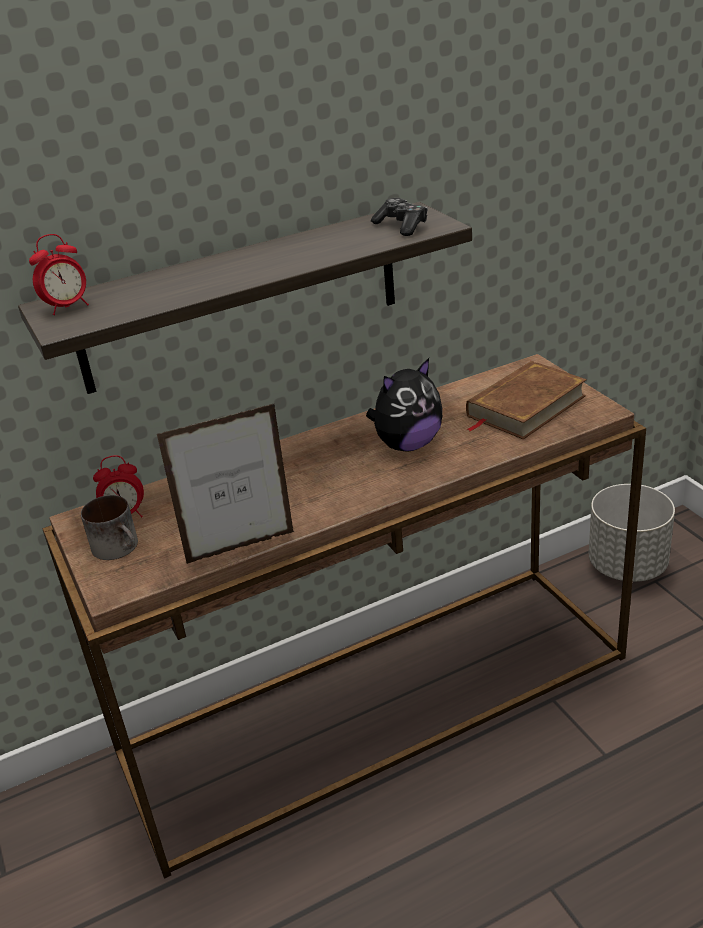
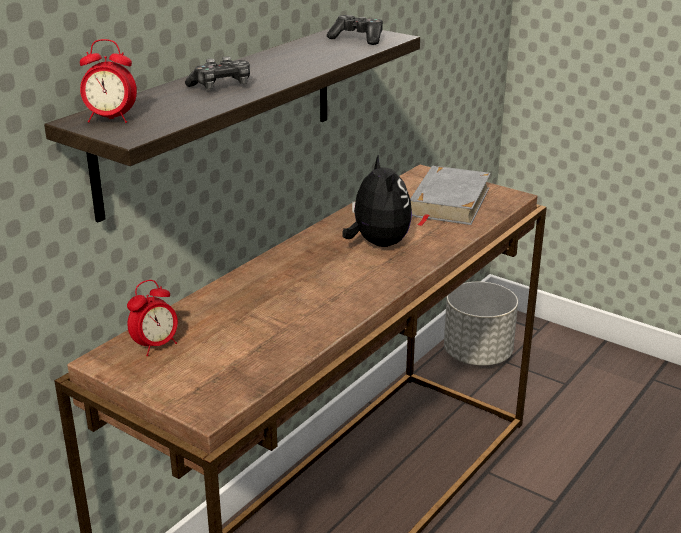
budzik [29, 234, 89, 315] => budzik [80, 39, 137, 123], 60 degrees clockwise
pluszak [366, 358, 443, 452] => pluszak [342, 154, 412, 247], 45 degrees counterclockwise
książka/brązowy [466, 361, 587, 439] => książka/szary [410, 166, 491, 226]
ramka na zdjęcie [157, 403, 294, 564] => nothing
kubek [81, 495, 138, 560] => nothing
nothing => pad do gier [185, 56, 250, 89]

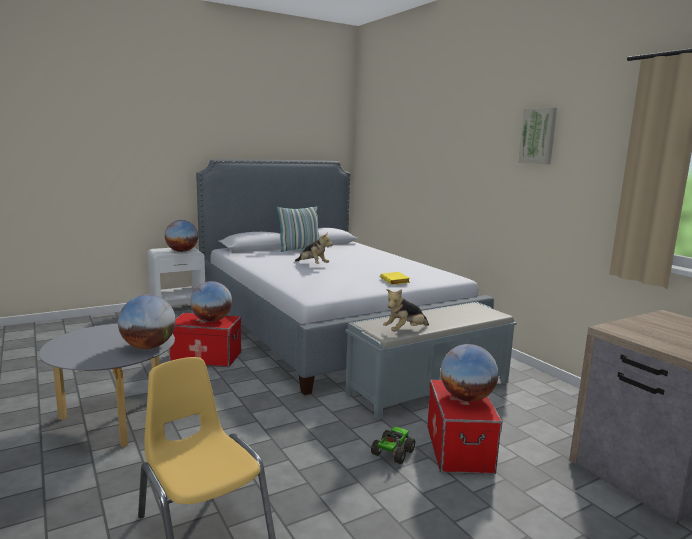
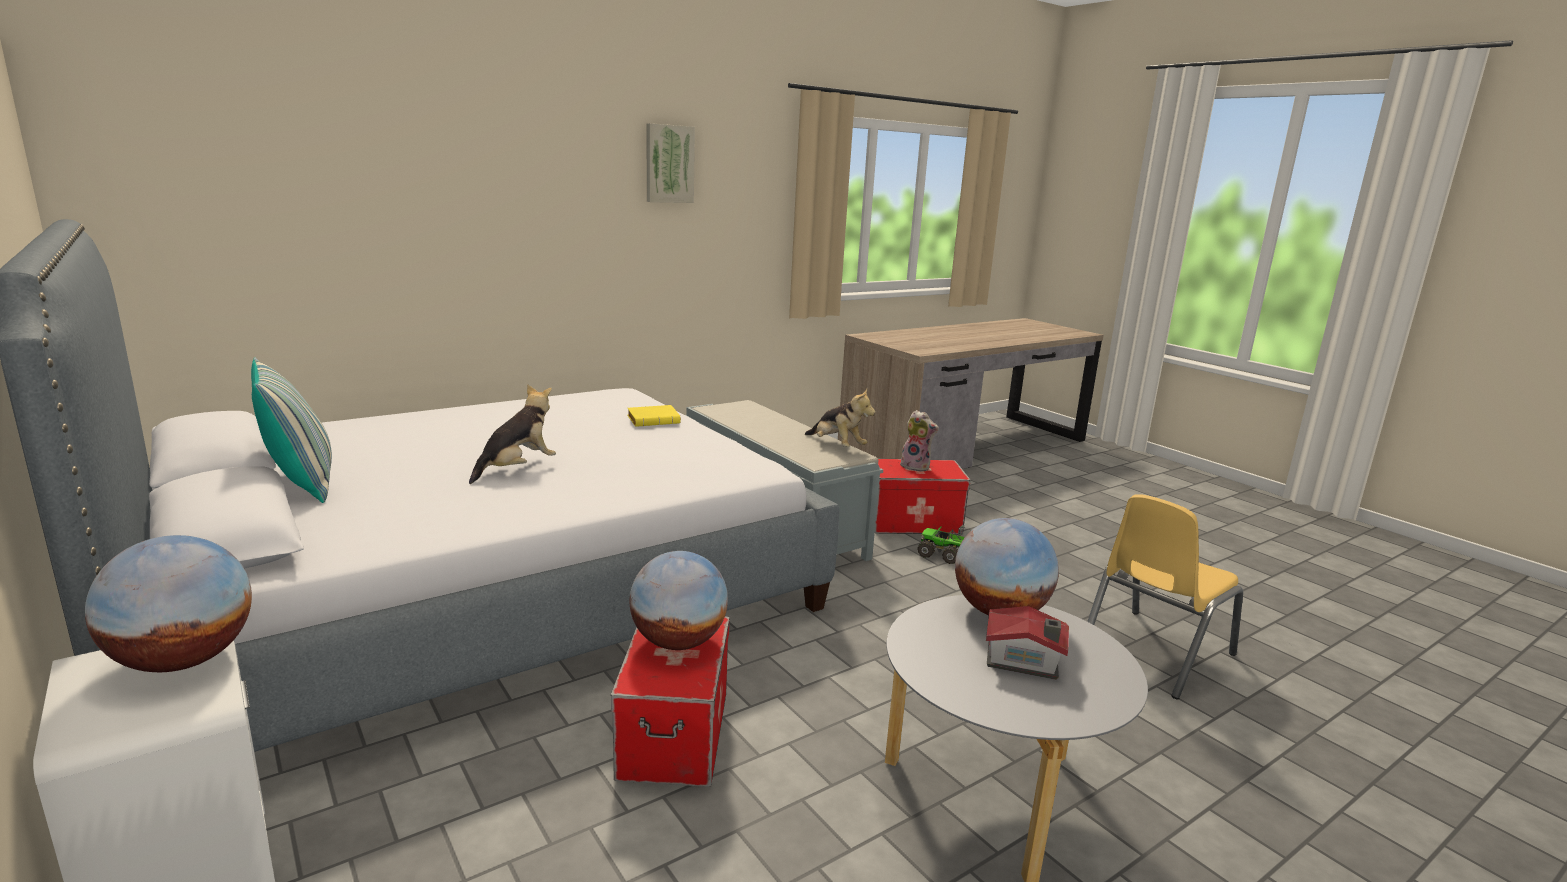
globus [441, 344, 498, 402] => pluszak [900, 410, 939, 472]
nothing => domek [986, 606, 1069, 680]

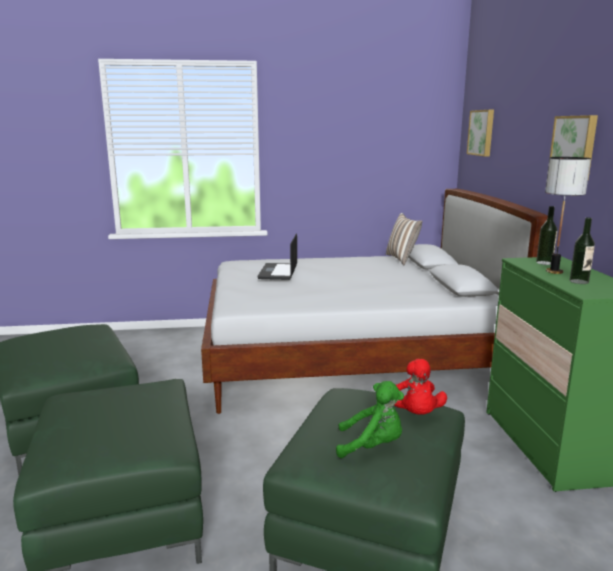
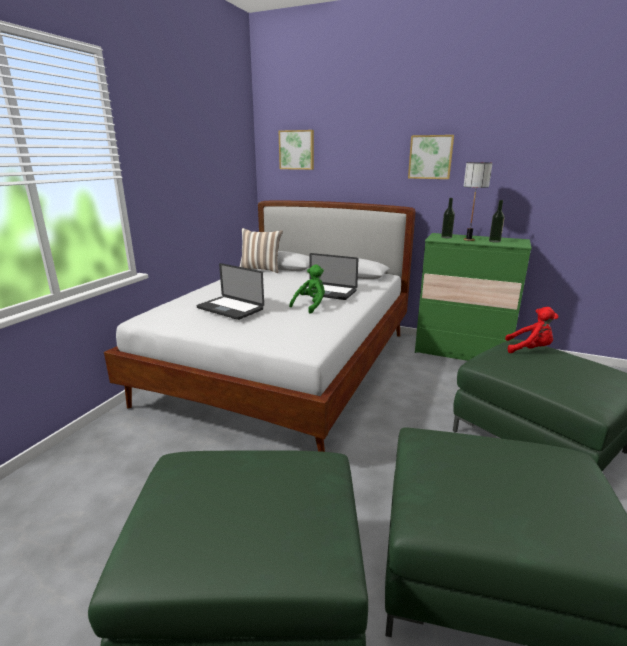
pluszak/zielony [336, 381, 404, 458] => pluszak/zielony [289, 265, 325, 314], move
nothing => laptop [306, 253, 358, 300]

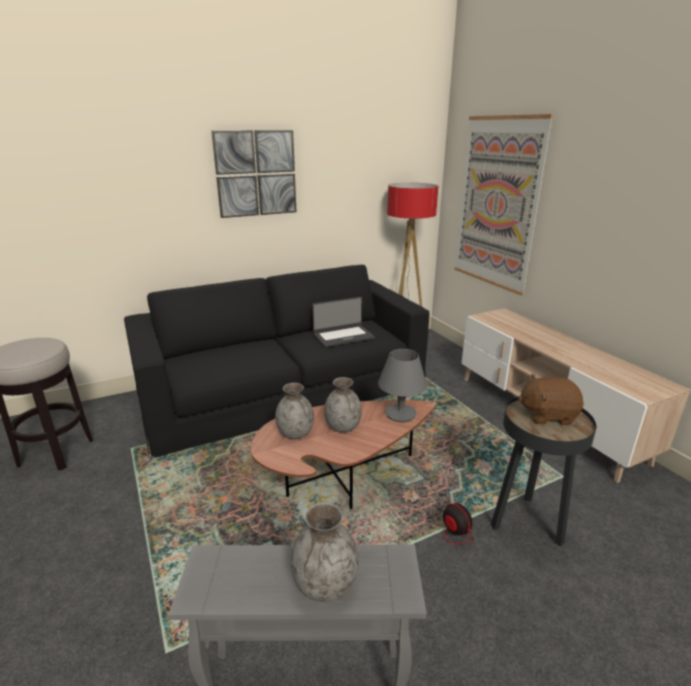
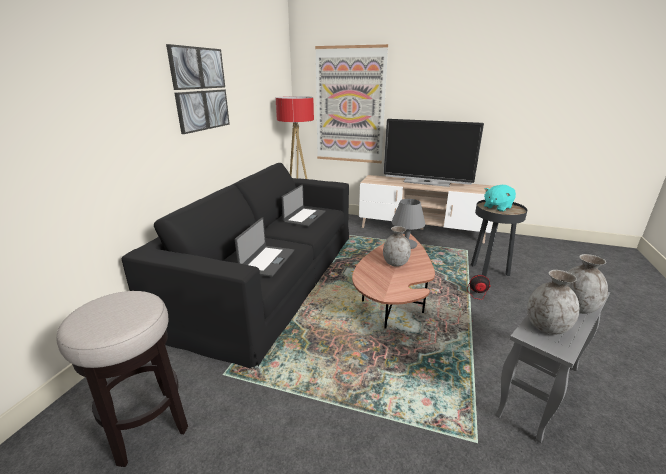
pluszak/brązowy [518, 374, 584, 426] => pluszak/turkusowy [484, 185, 516, 212]
wazon/szary [275, 383, 314, 439] => wazon/szary [527, 270, 579, 335], move
nothing => telewizor [384, 119, 484, 187]
nothing => laptop [235, 217, 294, 277]

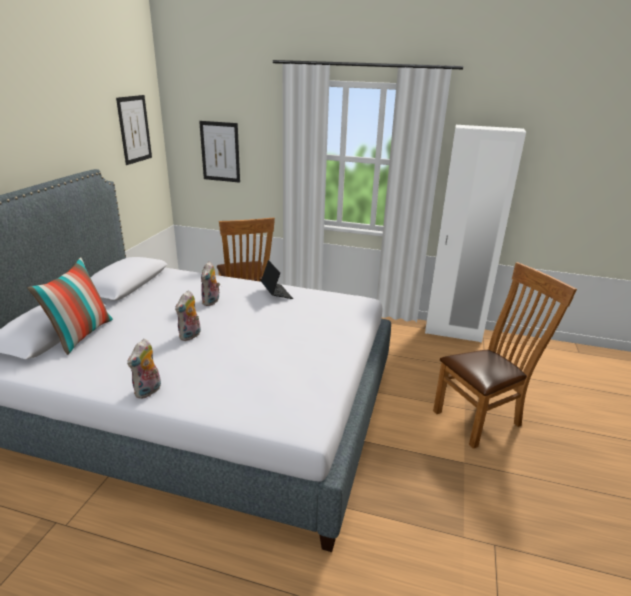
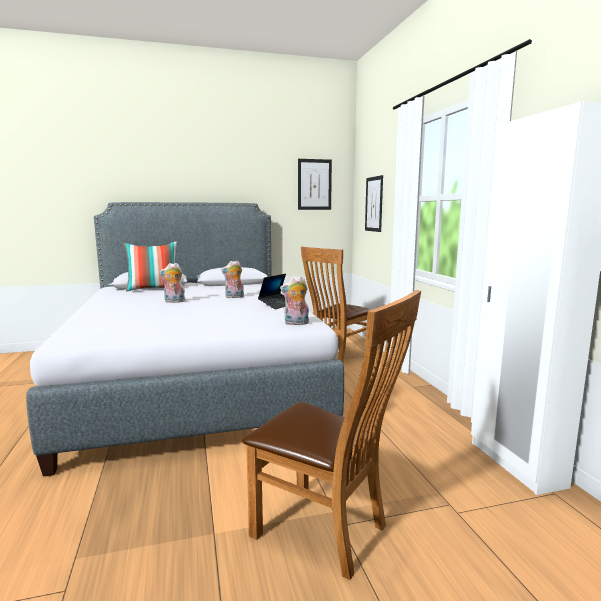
pluszak [127, 339, 161, 399] => pluszak [280, 276, 309, 326], move

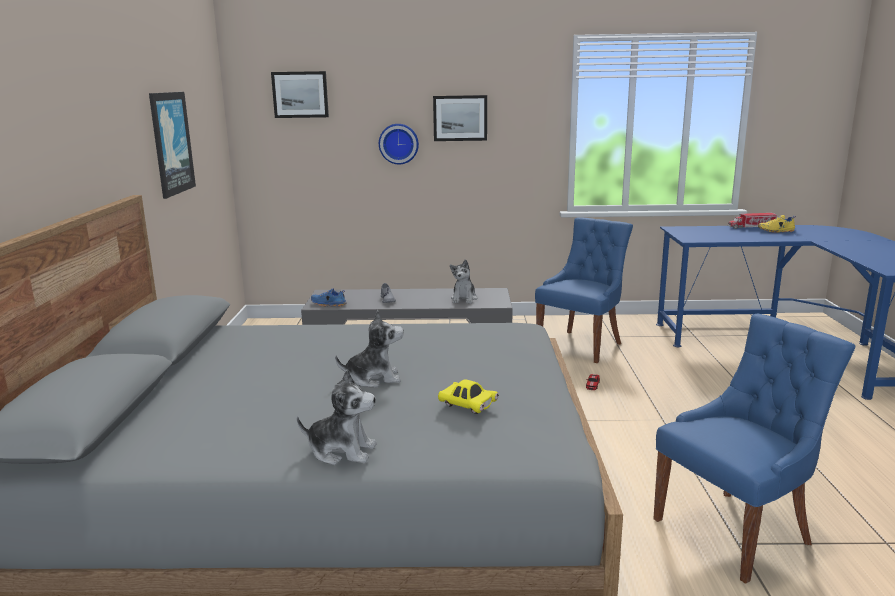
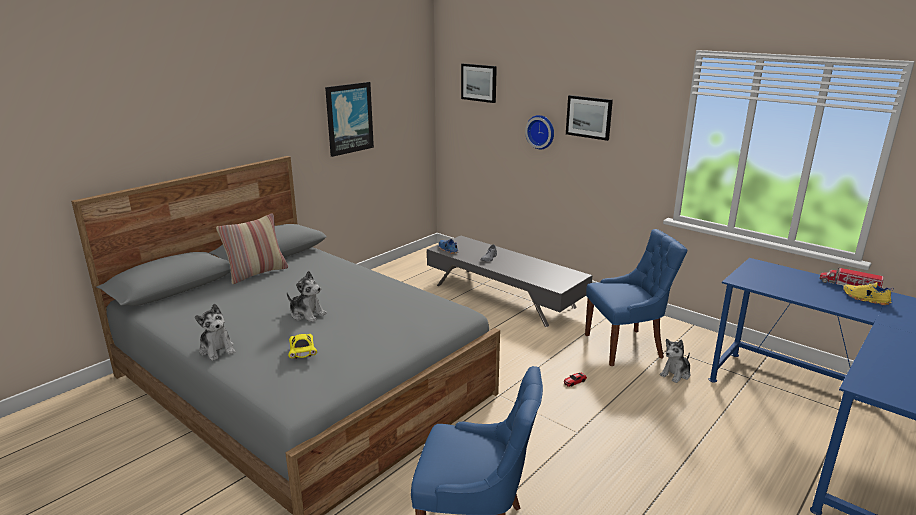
pluszak [450, 259, 477, 303] => pluszak [660, 339, 690, 383], move
nothing => poduszka [216, 213, 288, 284]

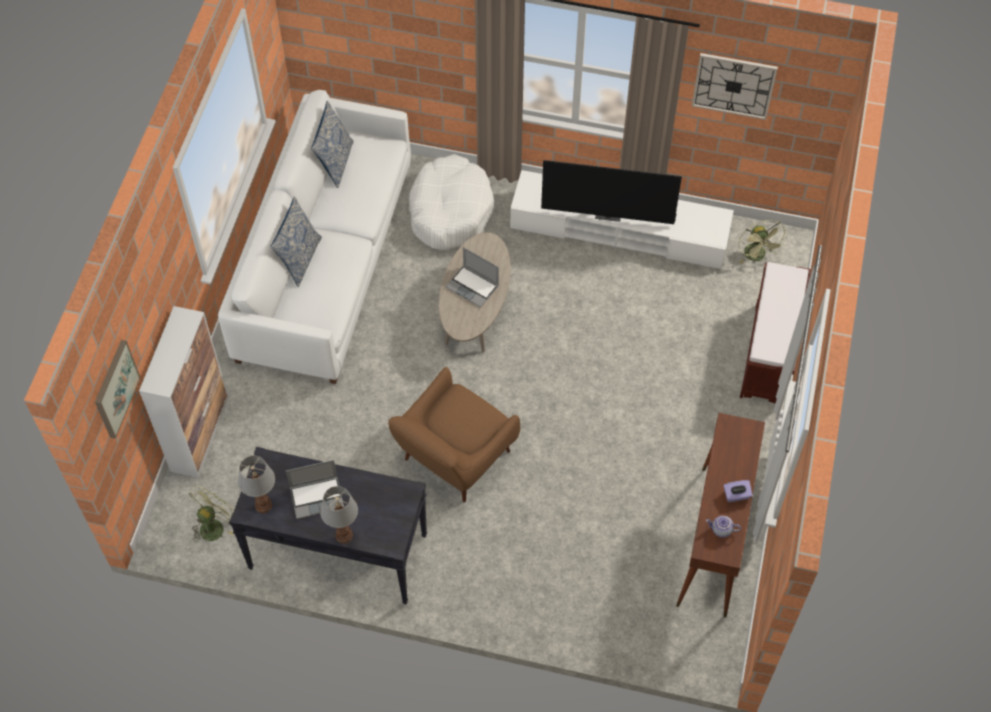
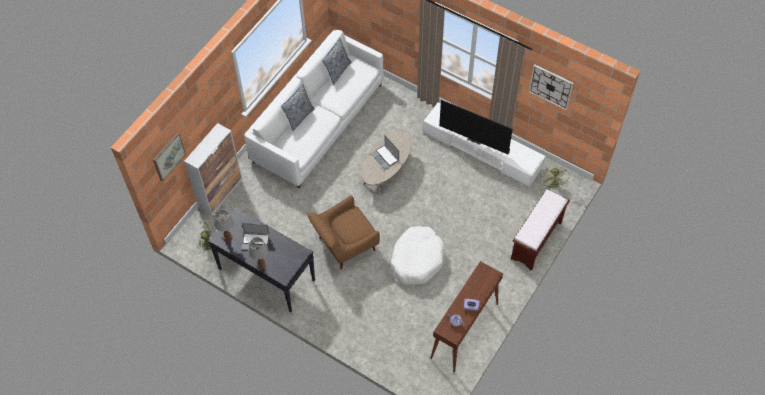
legowisko/biały [409, 154, 495, 250] => legowisko/biały [390, 226, 445, 285], move

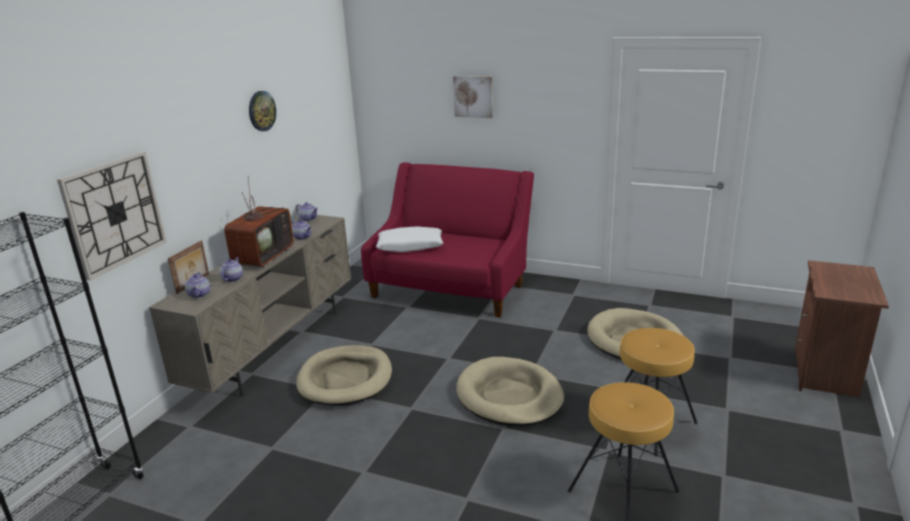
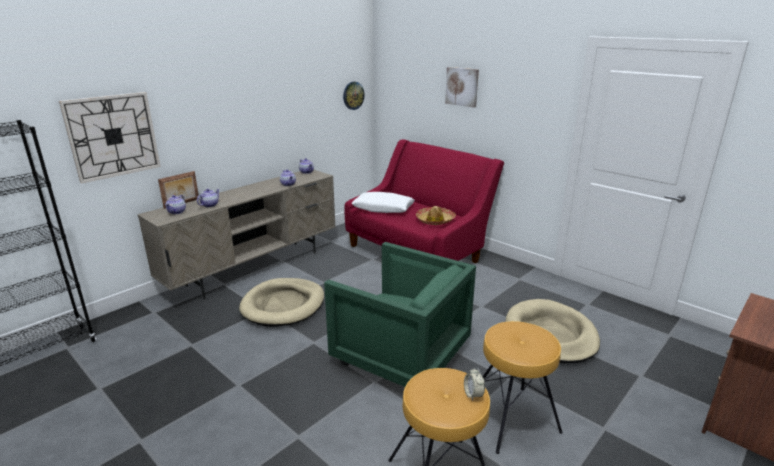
zegar ścienny [249, 91, 276, 131] => zegar ścienny [343, 82, 365, 110], move
telewizor [224, 176, 294, 267] => nothing
legowisko/beżowy [456, 357, 564, 426] => fotel/zielony [324, 242, 476, 387]
nothing => kapelusz [416, 206, 456, 225]
nothing => budzik [464, 368, 485, 401]

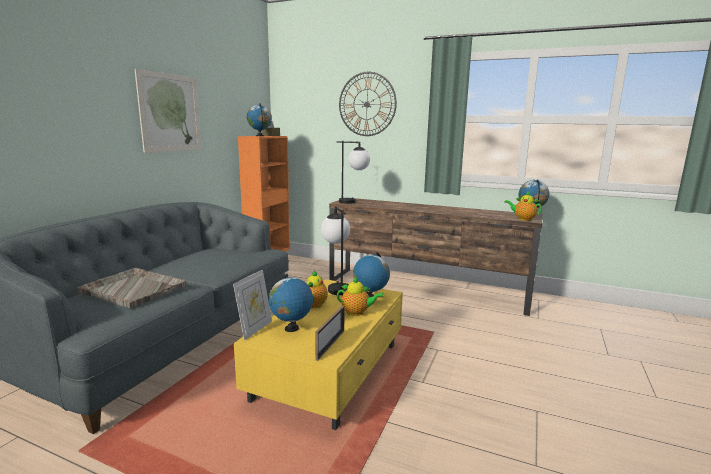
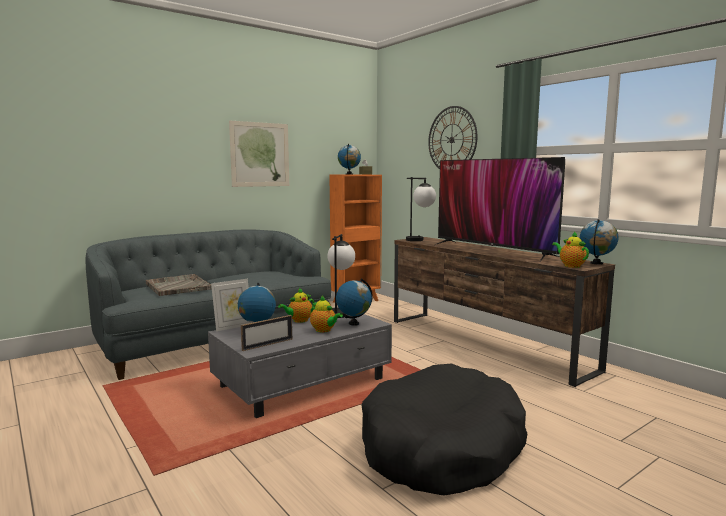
ława/żółty [234, 279, 403, 430] => ława/szary [208, 307, 392, 418]
nothing => telewizor [435, 157, 565, 262]
nothing => legowisko/czarny [362, 363, 527, 496]

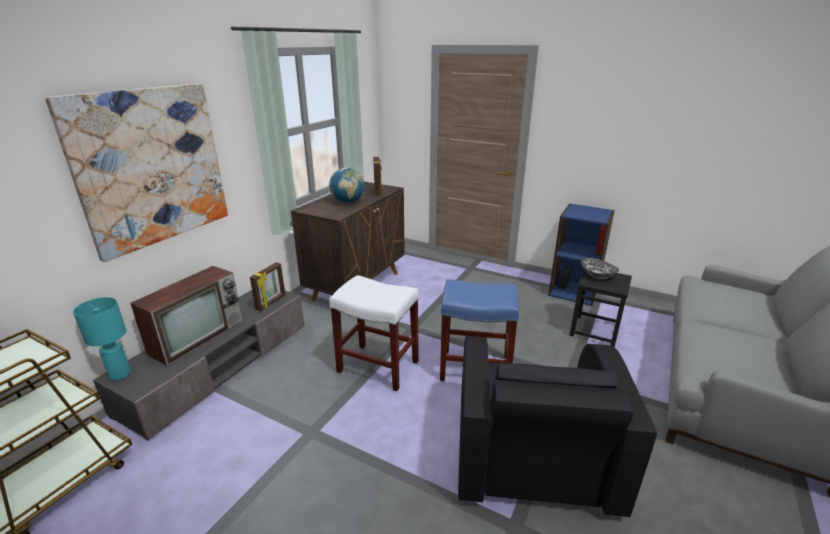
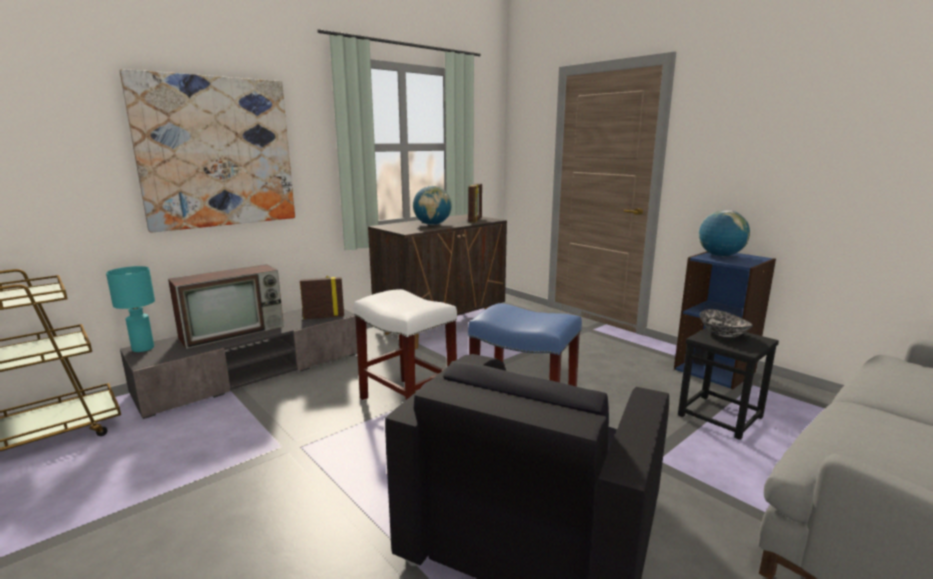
ramka na zdjęcie [250, 262, 285, 311] => ramka na zdjęcie [300, 276, 344, 319], 150 degrees counterclockwise
nothing => globus [699, 210, 750, 257]

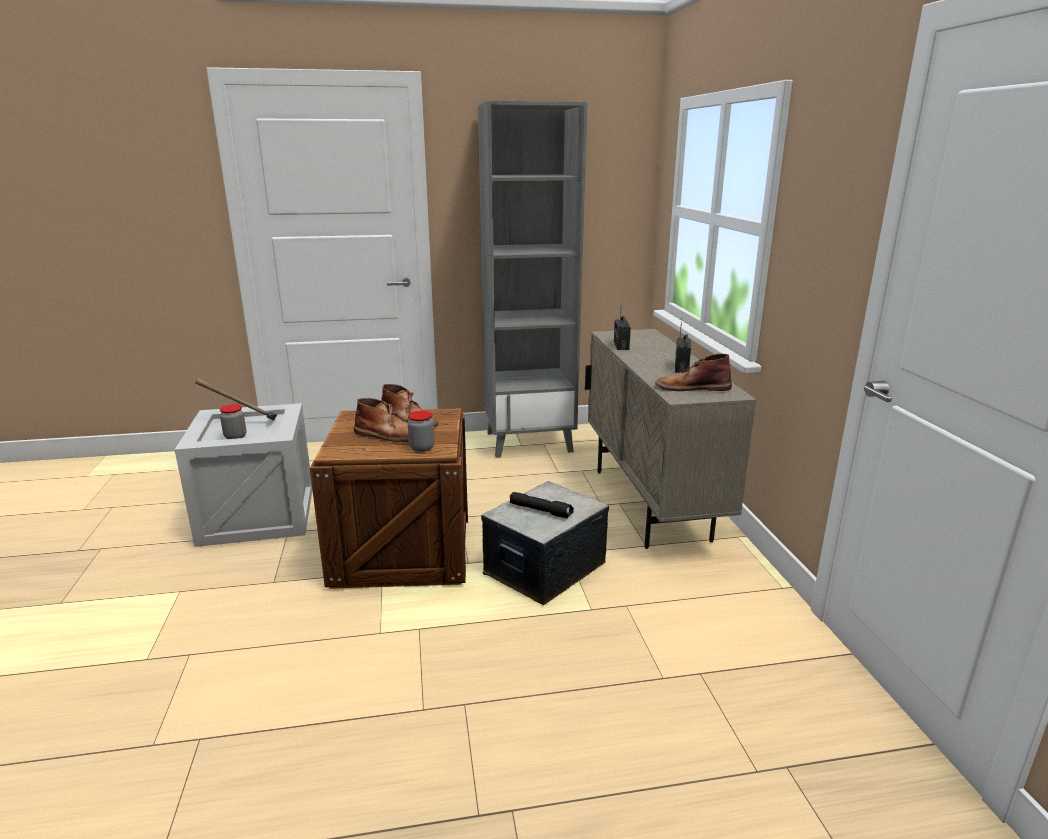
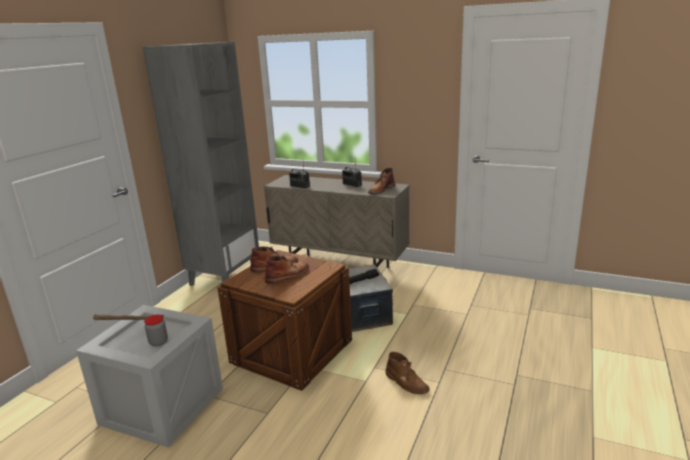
słoik [408, 411, 434, 452] => nothing
nothing => but z cholewką/brązowy [385, 352, 430, 394]

